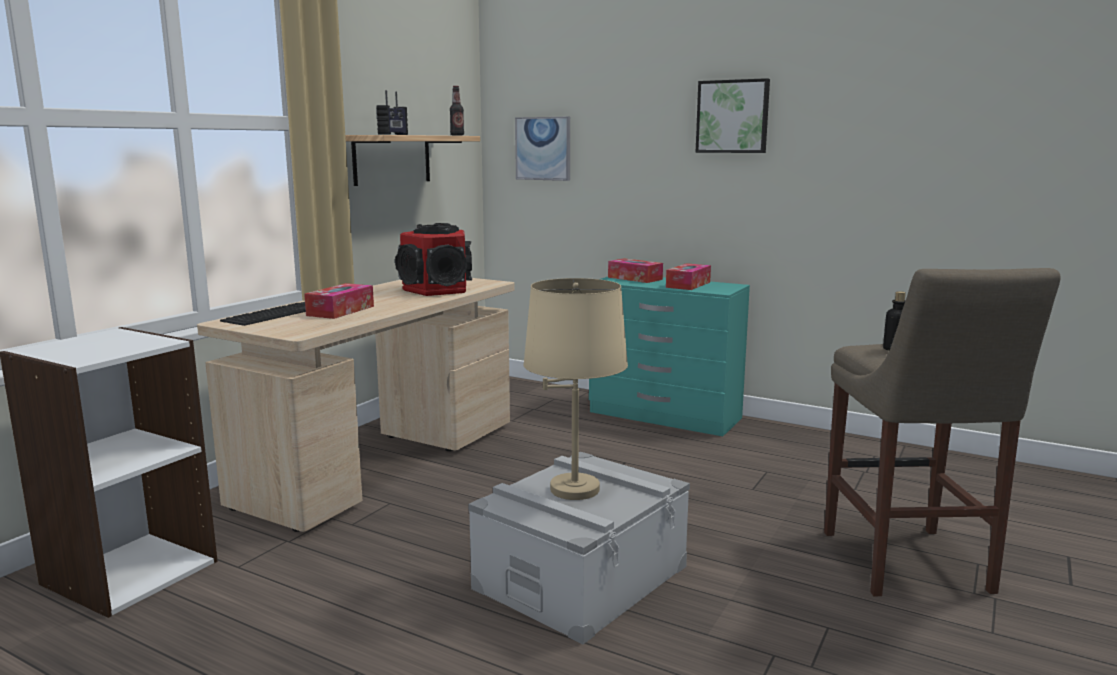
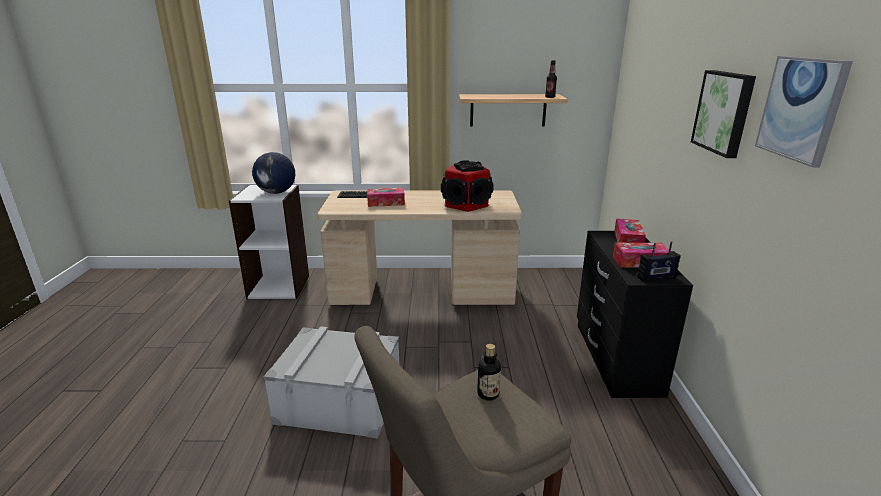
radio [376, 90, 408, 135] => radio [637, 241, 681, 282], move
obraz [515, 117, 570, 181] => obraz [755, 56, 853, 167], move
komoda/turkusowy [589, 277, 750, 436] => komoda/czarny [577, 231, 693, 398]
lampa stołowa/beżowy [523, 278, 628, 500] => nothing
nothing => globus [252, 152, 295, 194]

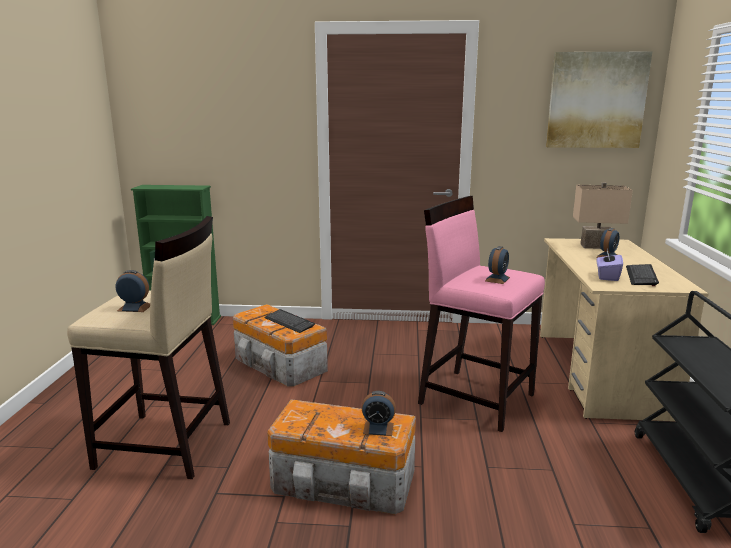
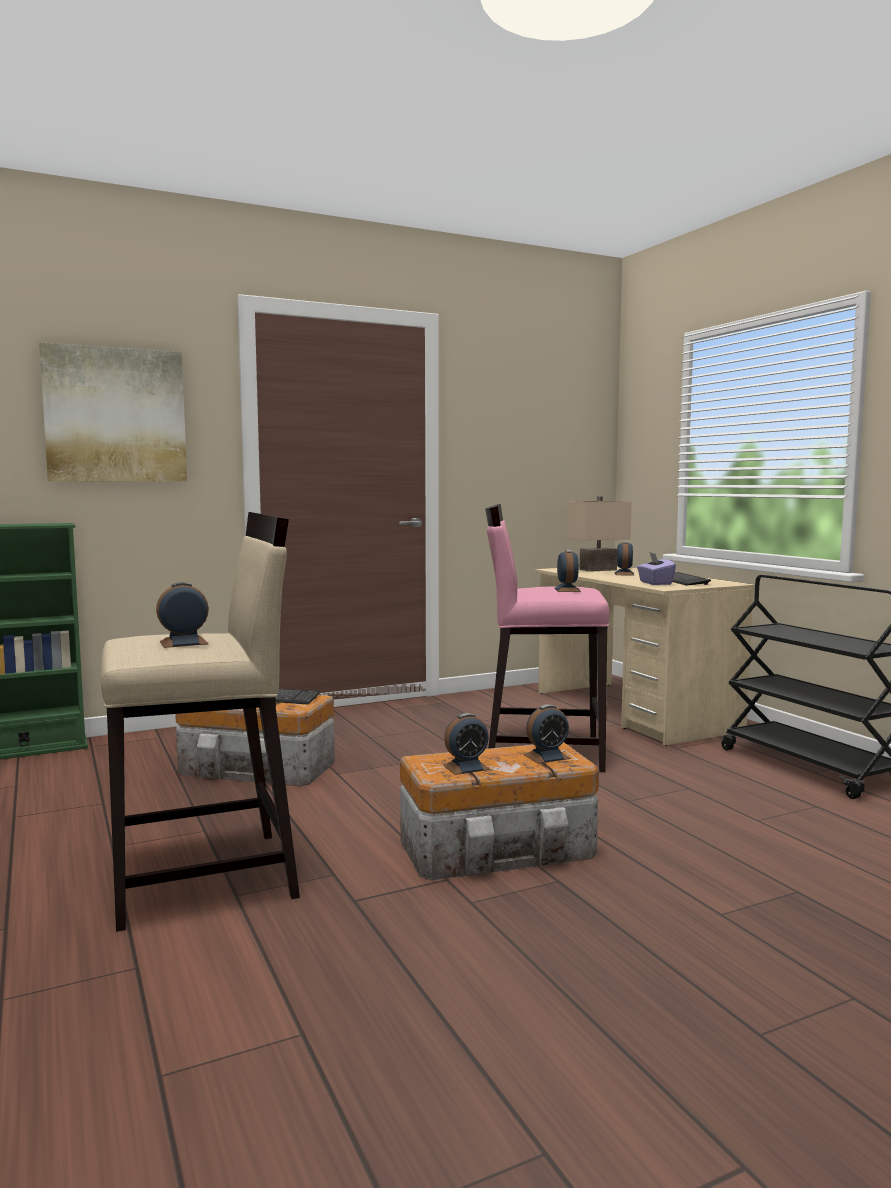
obraz [546, 52, 652, 148] => obraz [39, 342, 187, 482], move
nothing => budzik [443, 713, 490, 775]

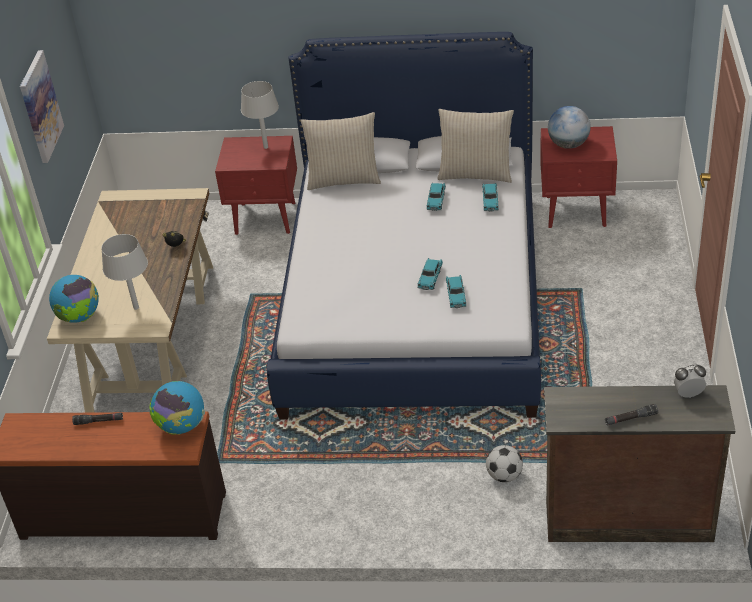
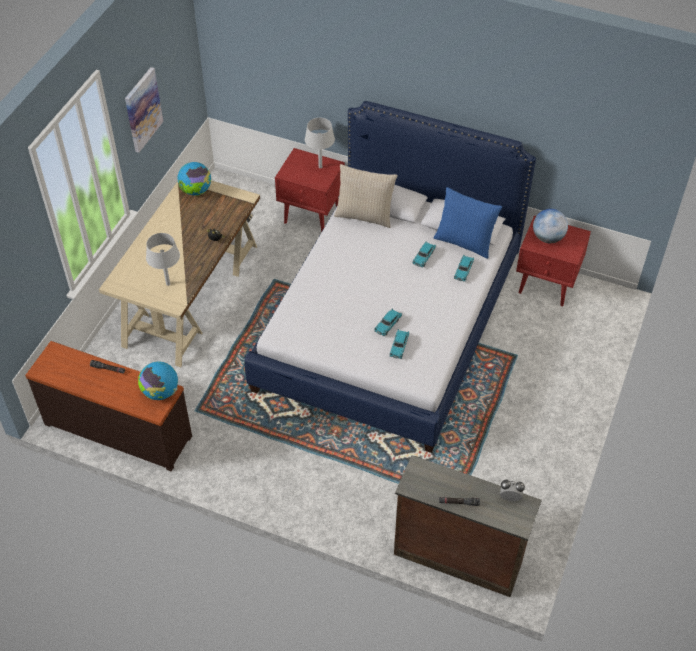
poduszka/beżowy [437, 109, 514, 183] => poduszka/niebieski [434, 187, 502, 259]
globus [49, 275, 99, 323] => globus [178, 162, 211, 196], move
piłka futbolowa [486, 445, 523, 482] => nothing

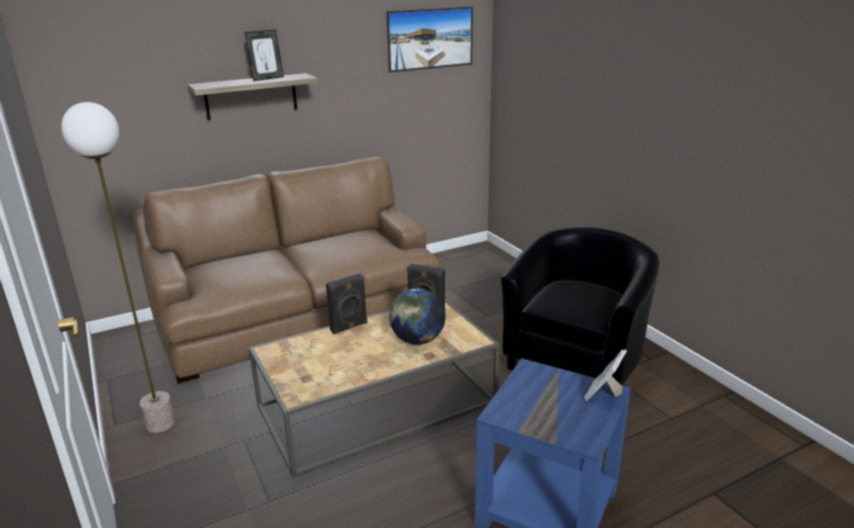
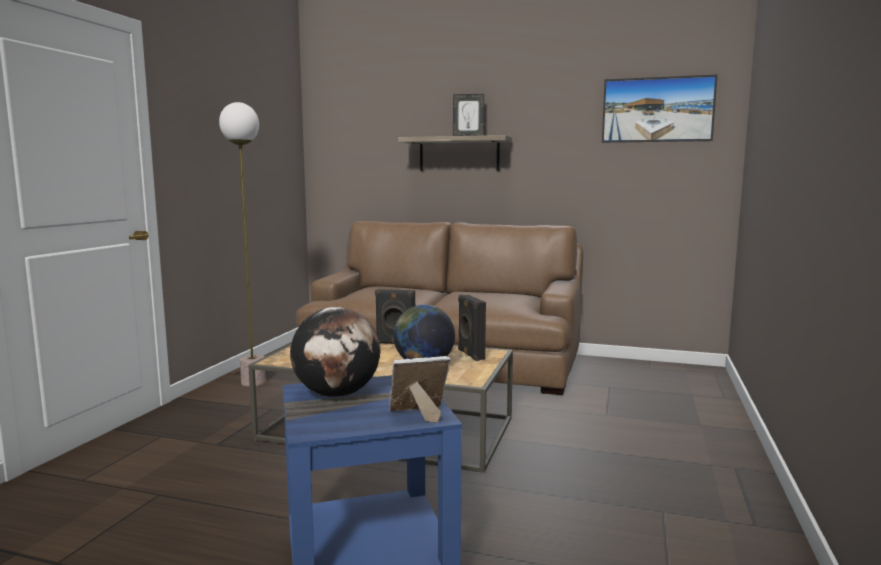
fotel/czarny [501, 227, 660, 385] => nothing
nothing => globus [290, 307, 381, 397]

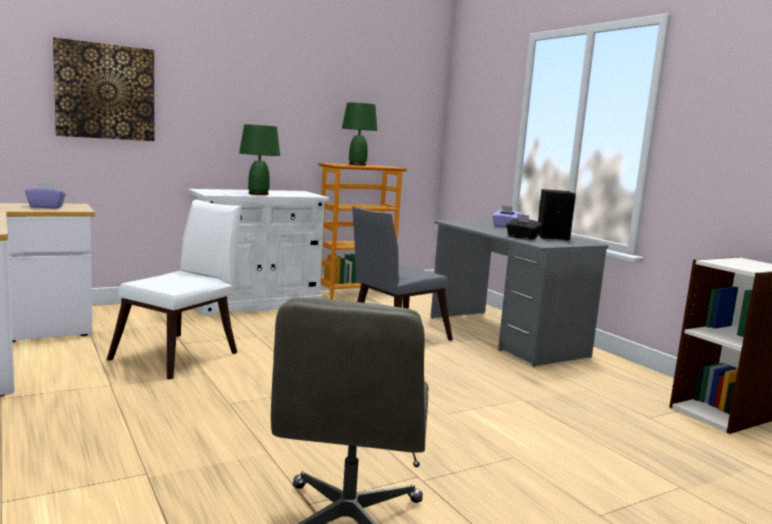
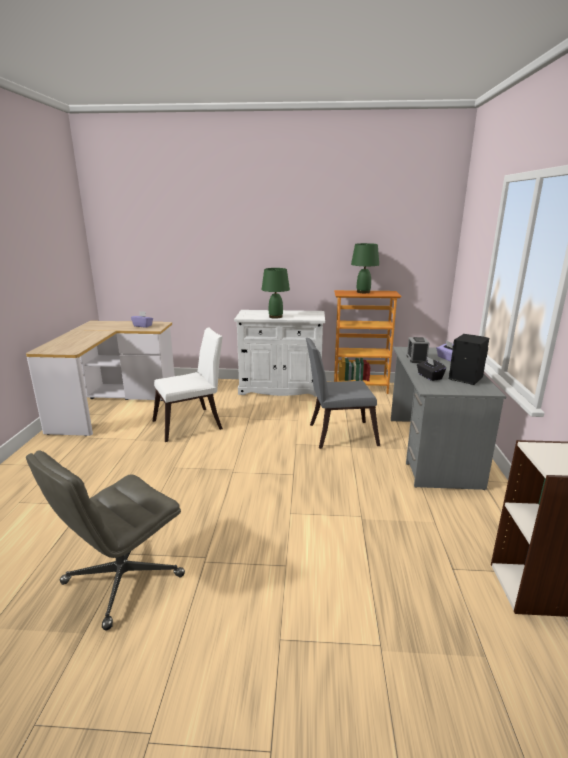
obraz [53, 37, 154, 141] => nothing
nothing => budzik [407, 337, 429, 363]

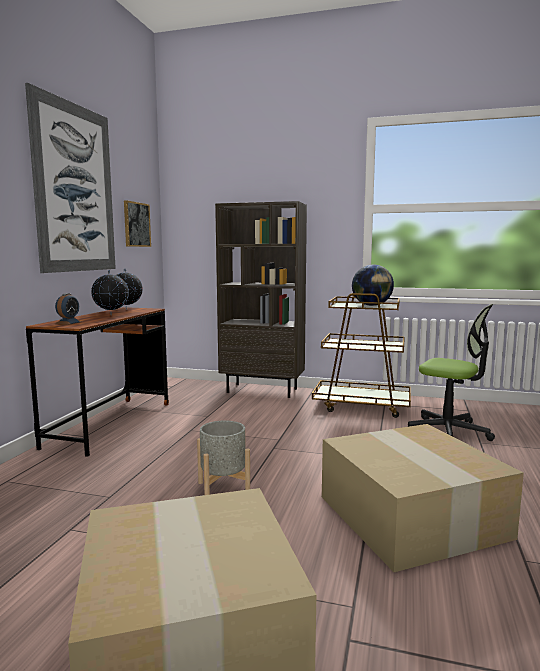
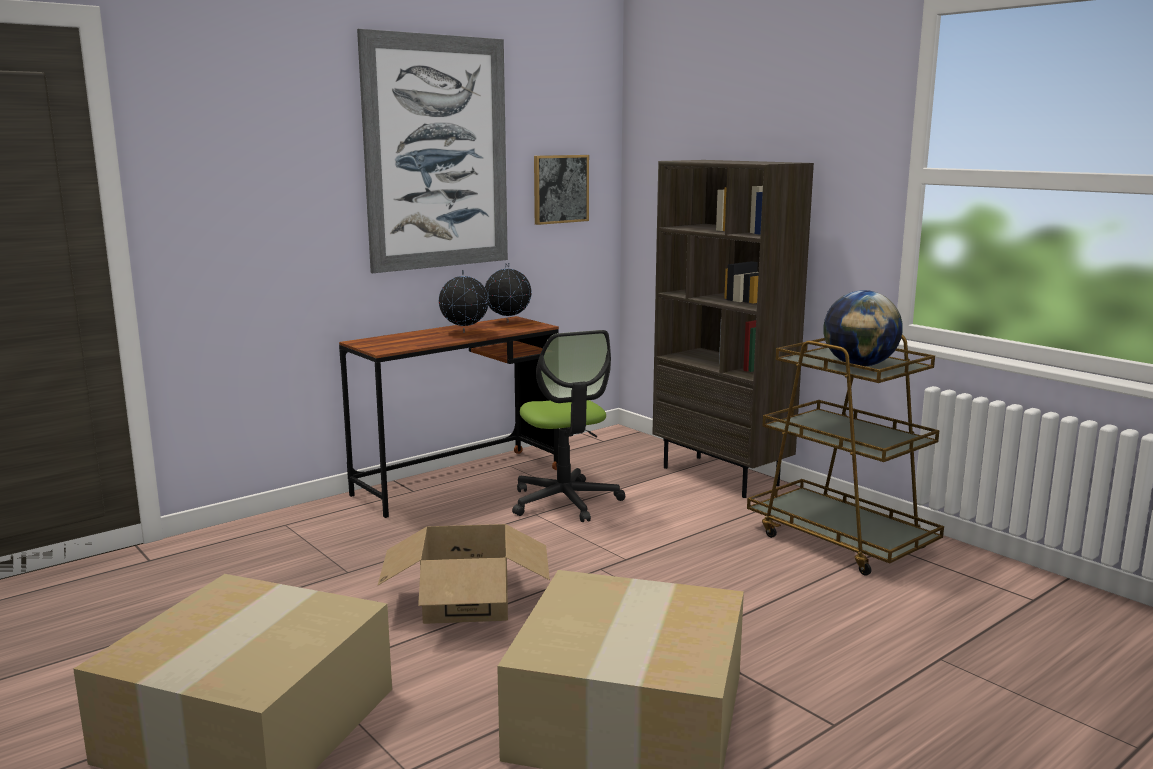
budzik [55, 293, 82, 325] => nothing
krzesło biurowe [408, 304, 495, 441] => krzesło biurowe [512, 330, 625, 522], move
donica/szary [197, 421, 250, 495] => karton [377, 524, 550, 624]

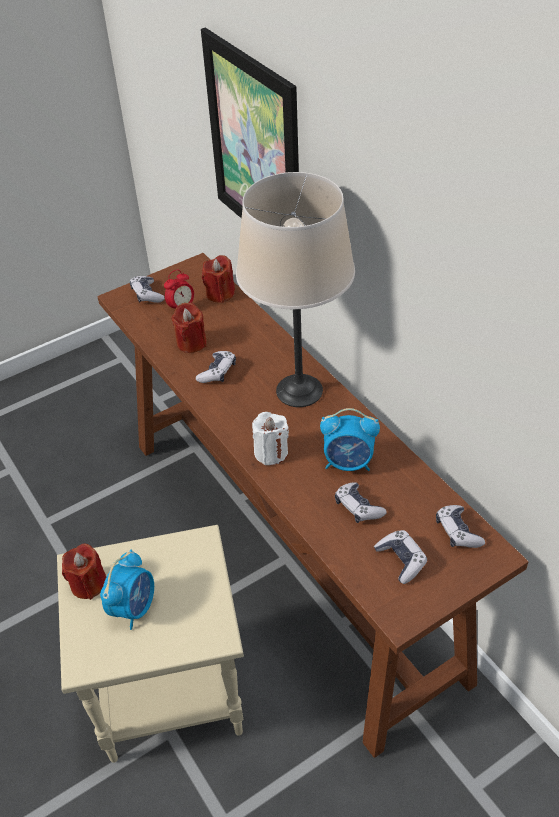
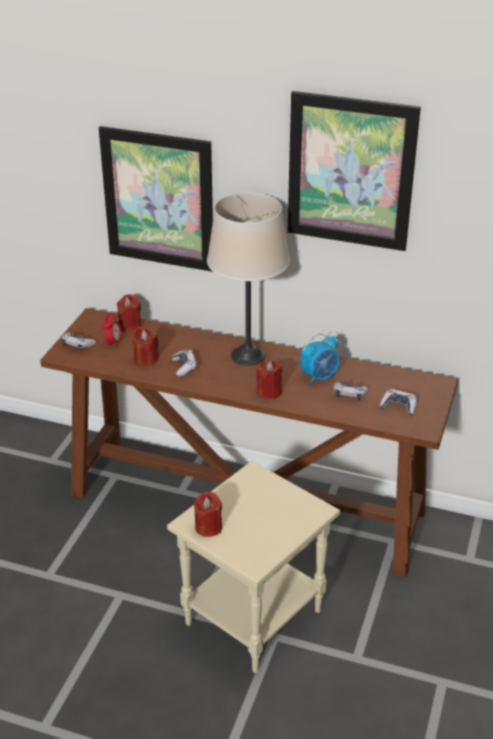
świeca/biały [252, 412, 289, 465] => świeca/czerwony [256, 360, 283, 399]
pad do gier [436, 505, 485, 548] => nothing
budzik [100, 550, 154, 630] => nothing
nothing => obraz [288, 91, 421, 251]

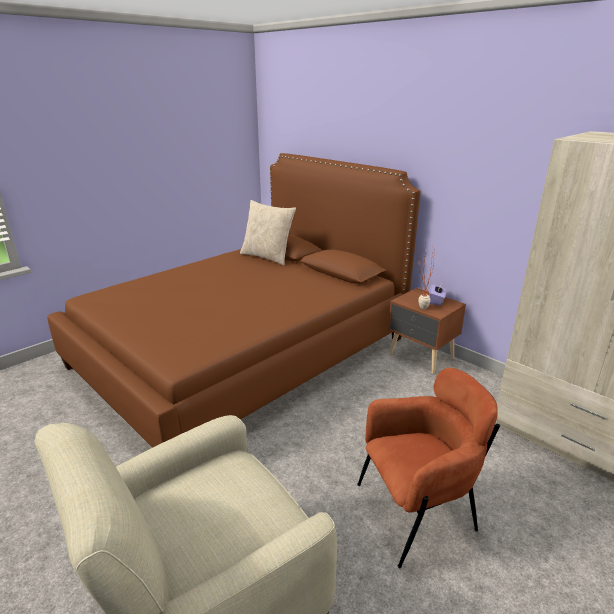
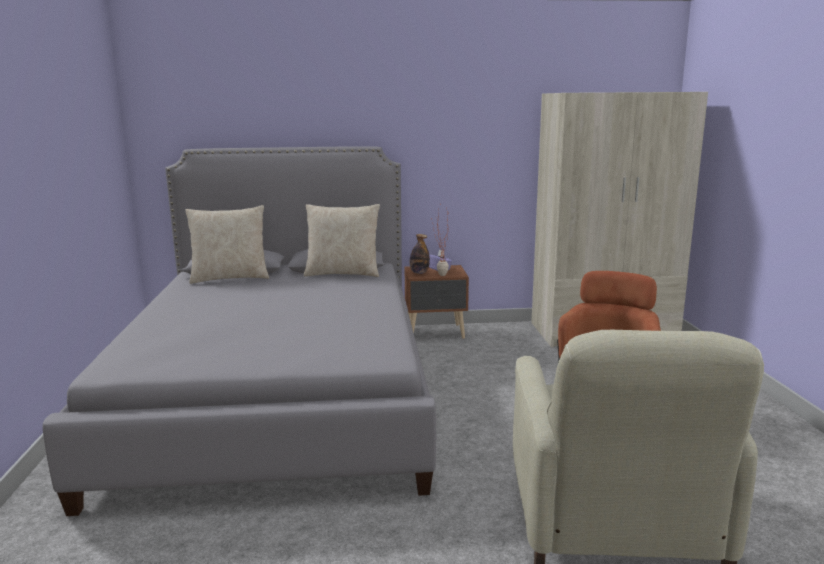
łóżko/brązowy [47, 153, 421, 448] => łóżko/szary [43, 146, 436, 516]
nothing => poduszka/beżowy [304, 204, 380, 277]
nothing => butelka [410, 234, 430, 274]

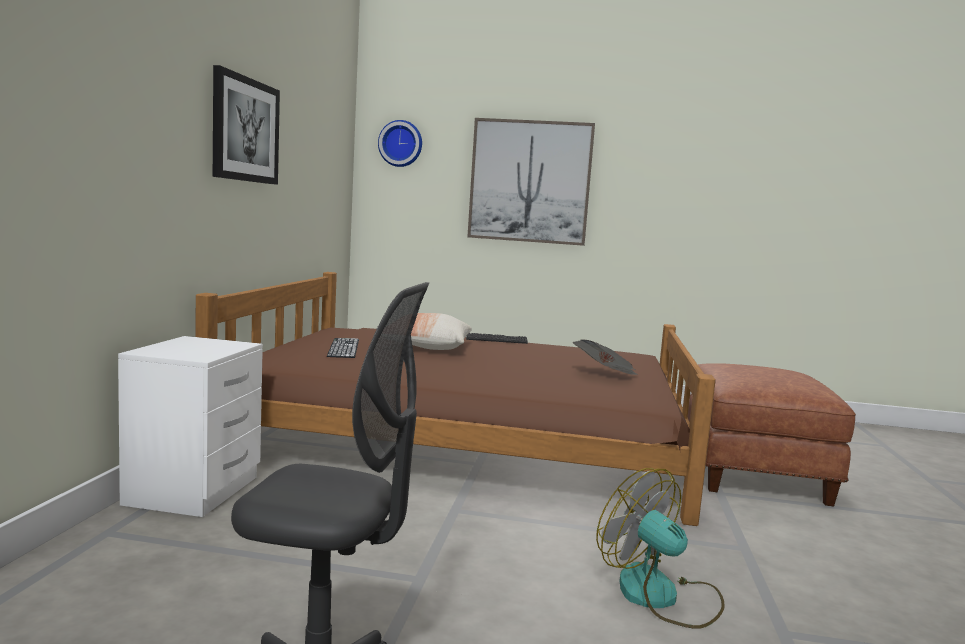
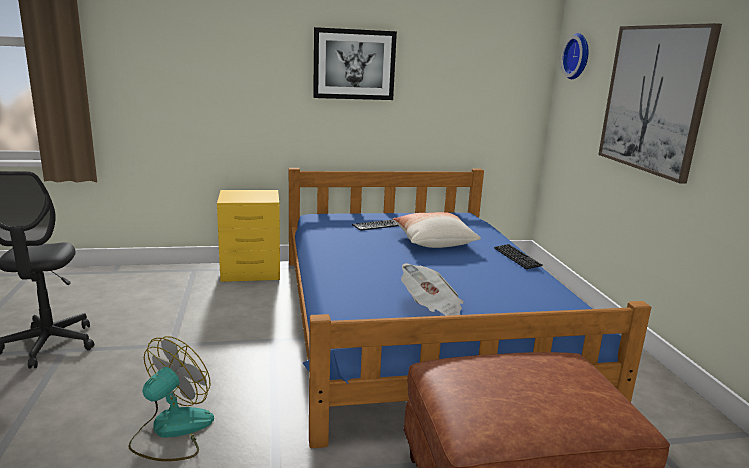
łóżko/brązowy [195, 272, 716, 526] => łóżko/niebieski [289, 168, 651, 448]
szafka nocna/biały [118, 336, 263, 517] => szafka nocna/żółty [217, 190, 280, 282]

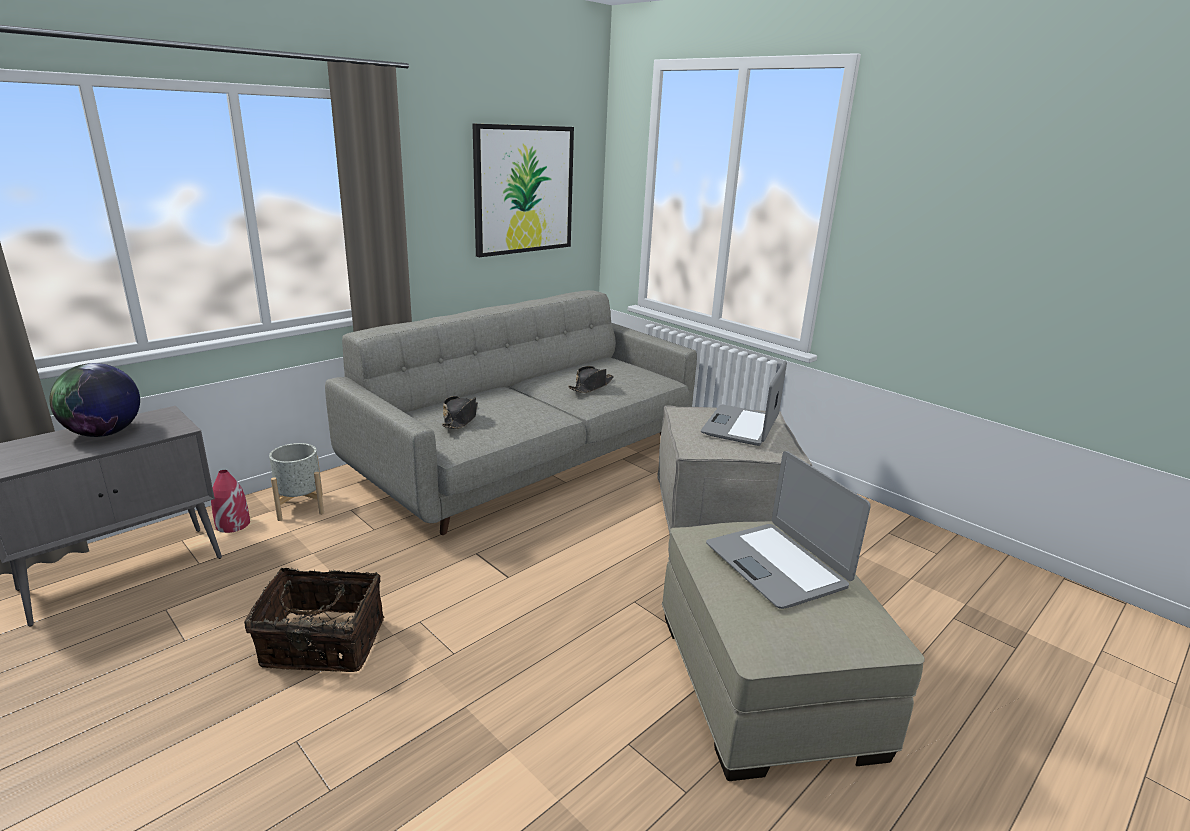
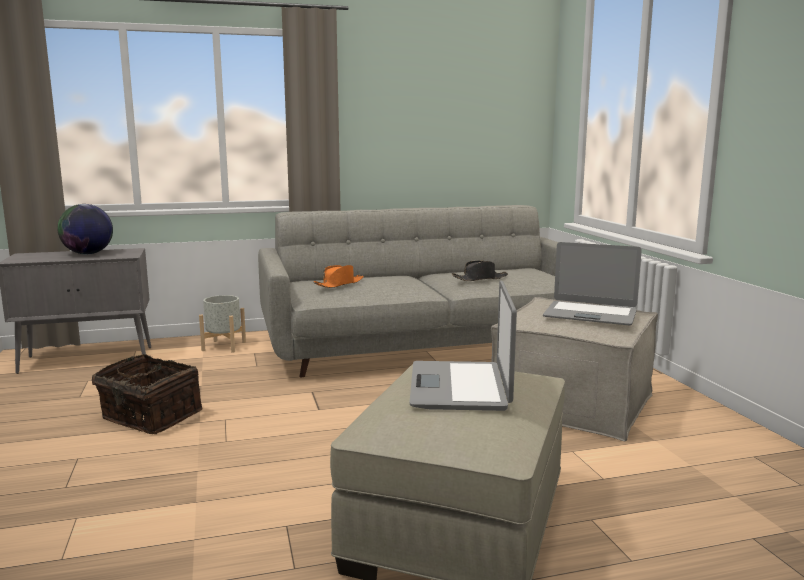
obraz [473, 124, 574, 257] => nothing
laptop [701, 361, 787, 446] => laptop [543, 242, 642, 325], 120 degrees counterclockwise
kapelusz/czarny [442, 396, 478, 429] => kapelusz/pomarańczowy [313, 265, 364, 288]
wazon/czerwony [211, 470, 250, 533] => nothing

